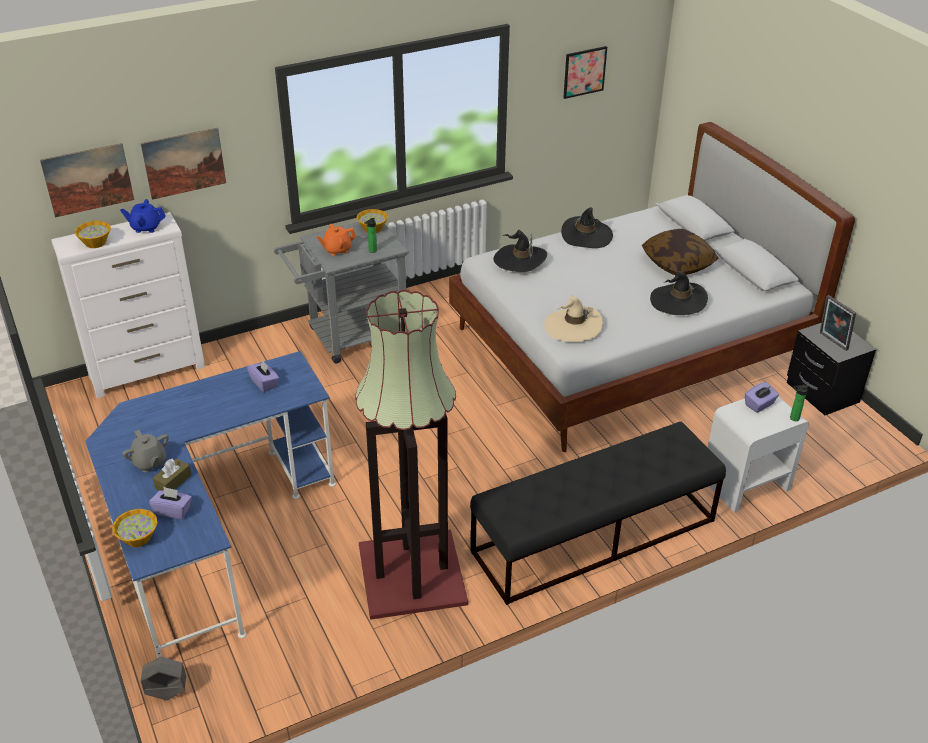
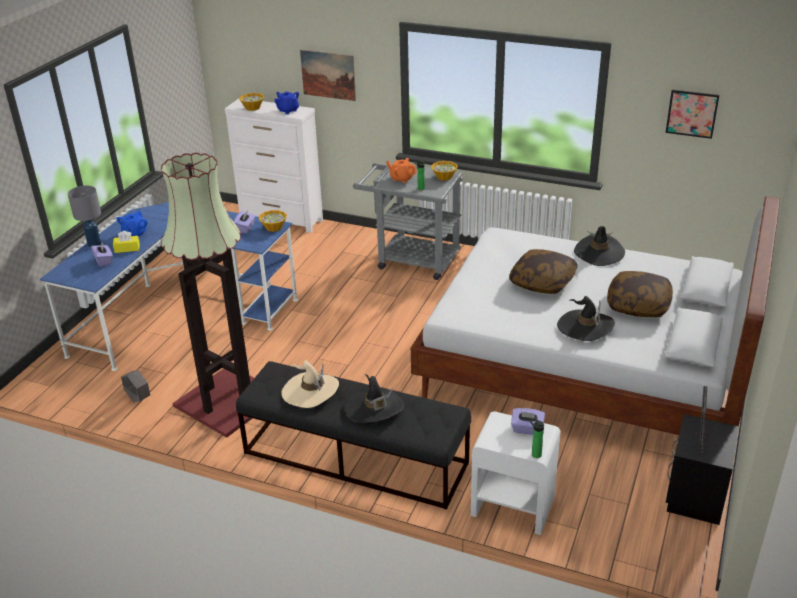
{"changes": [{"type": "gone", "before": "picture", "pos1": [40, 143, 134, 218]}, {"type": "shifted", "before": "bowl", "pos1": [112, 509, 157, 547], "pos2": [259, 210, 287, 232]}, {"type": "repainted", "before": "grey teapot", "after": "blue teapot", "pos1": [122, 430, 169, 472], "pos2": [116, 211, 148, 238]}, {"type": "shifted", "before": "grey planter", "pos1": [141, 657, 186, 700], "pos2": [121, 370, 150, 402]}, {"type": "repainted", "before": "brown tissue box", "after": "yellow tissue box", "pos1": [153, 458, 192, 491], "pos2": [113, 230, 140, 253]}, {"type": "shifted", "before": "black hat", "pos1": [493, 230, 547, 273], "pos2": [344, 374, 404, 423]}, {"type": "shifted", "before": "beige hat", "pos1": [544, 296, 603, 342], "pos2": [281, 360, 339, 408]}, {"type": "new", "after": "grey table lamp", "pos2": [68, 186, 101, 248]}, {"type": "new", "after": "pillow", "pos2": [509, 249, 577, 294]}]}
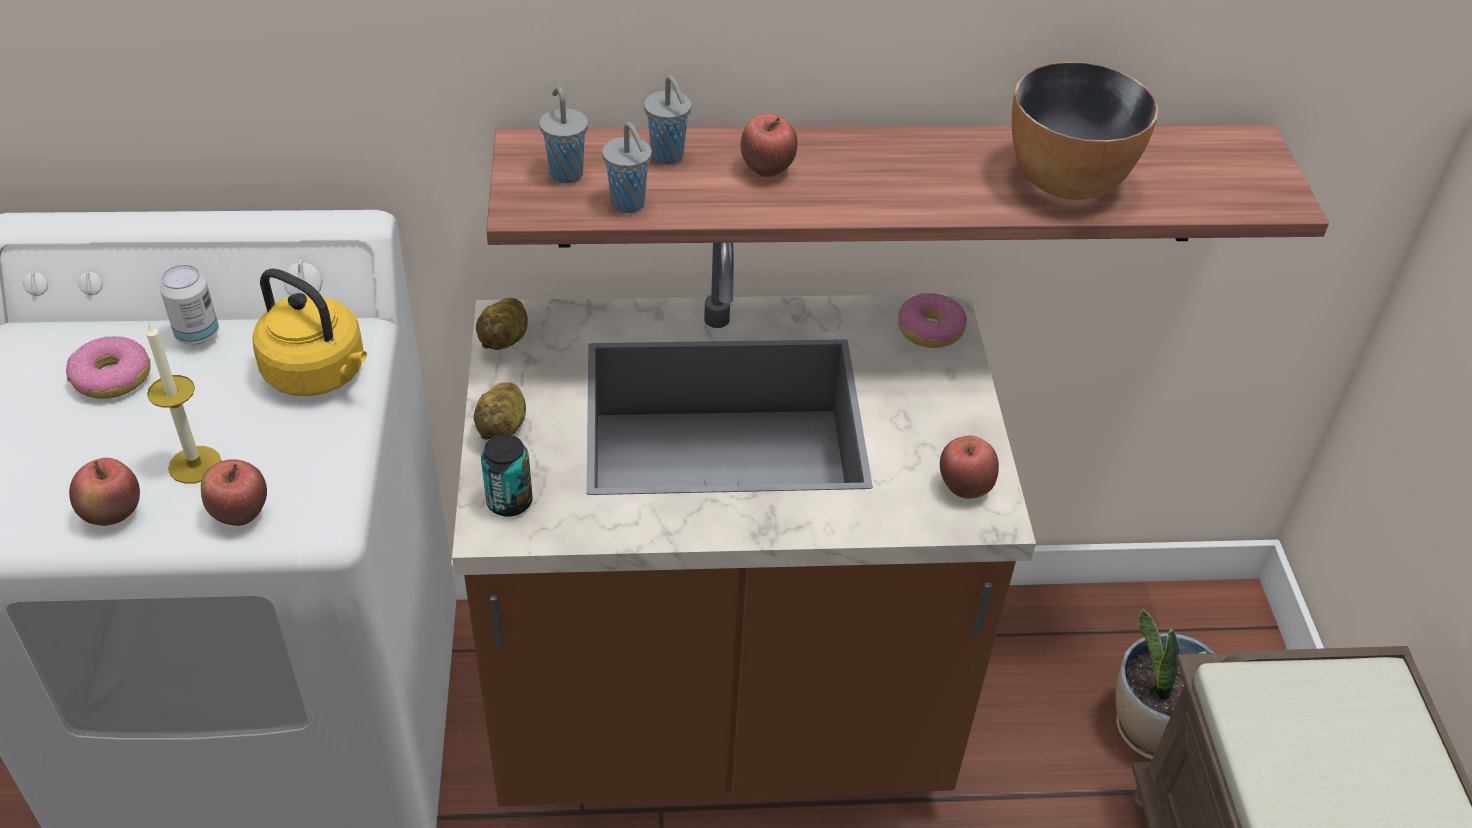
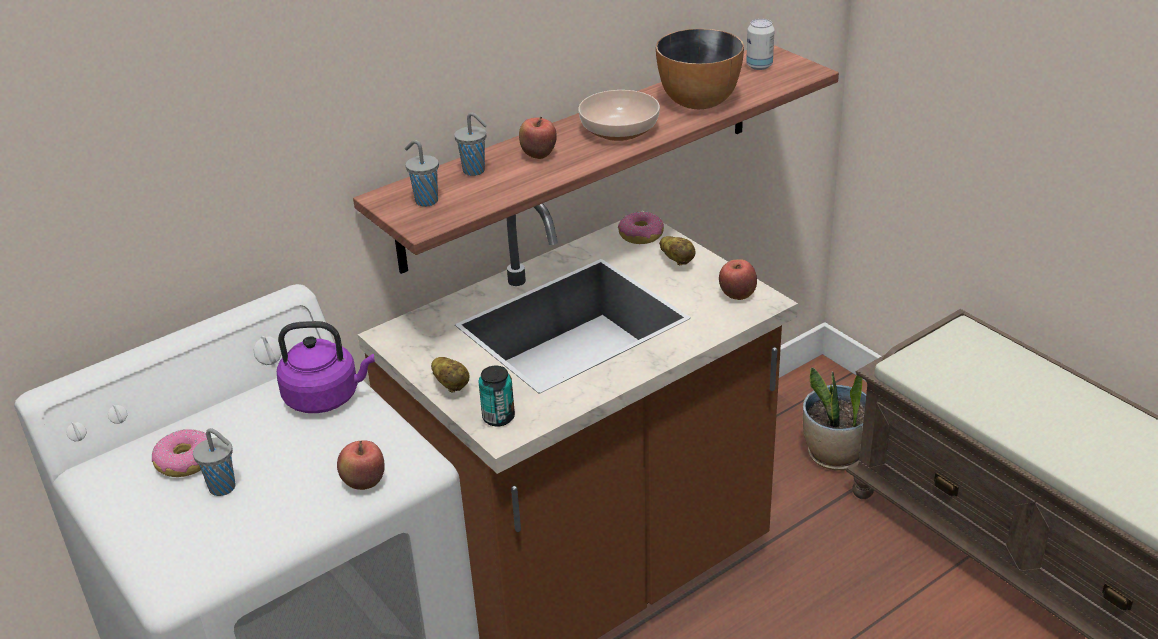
{"changes": [{"type": "gone", "before": "apple", "pos1": [69, 458, 140, 526]}, {"type": "gone", "before": "candle", "pos1": [146, 321, 221, 484]}, {"type": "shifted", "before": "can", "pos1": [160, 265, 219, 344], "pos2": [746, 19, 775, 70]}, {"type": "repainted", "before": "yellow kettle", "after": "purple kettle", "pos1": [252, 268, 367, 396], "pos2": [277, 321, 375, 413]}, {"type": "shifted", "before": "potato", "pos1": [476, 298, 528, 350], "pos2": [659, 236, 695, 265]}, {"type": "shifted", "before": "grey cup", "pos1": [602, 122, 652, 213], "pos2": [193, 428, 236, 496]}, {"type": "new", "after": "bowl", "pos2": [578, 90, 660, 141]}]}
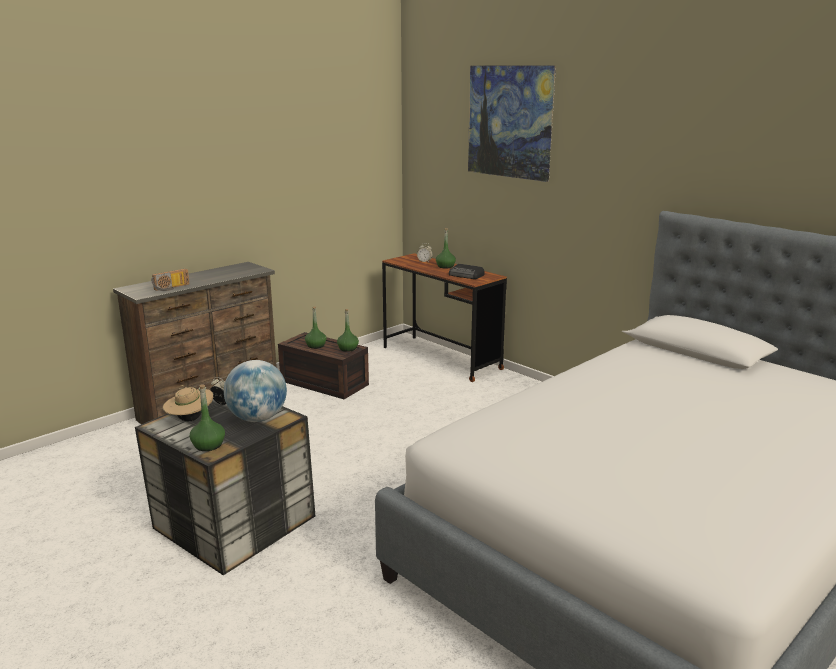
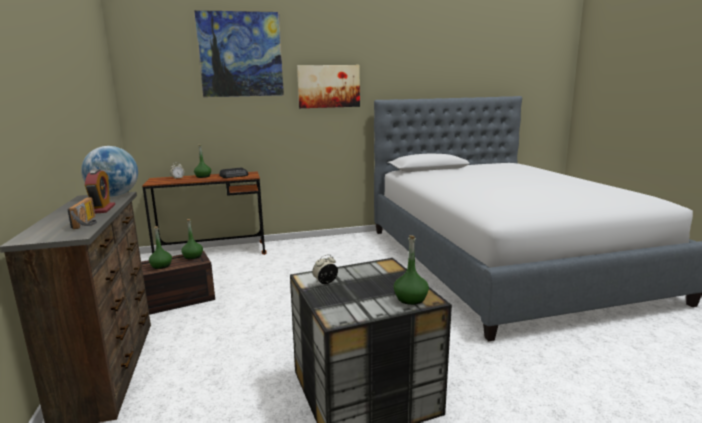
{"changes": [{"type": "gone", "before": "beige hat", "pos1": [163, 385, 213, 422]}, {"type": "shifted", "before": "globe", "pos1": [224, 360, 287, 422], "pos2": [81, 146, 138, 197]}, {"type": "new", "after": "alarm clock", "pos2": [85, 169, 115, 214]}, {"type": "new", "after": "picture", "pos2": [297, 65, 360, 108]}]}
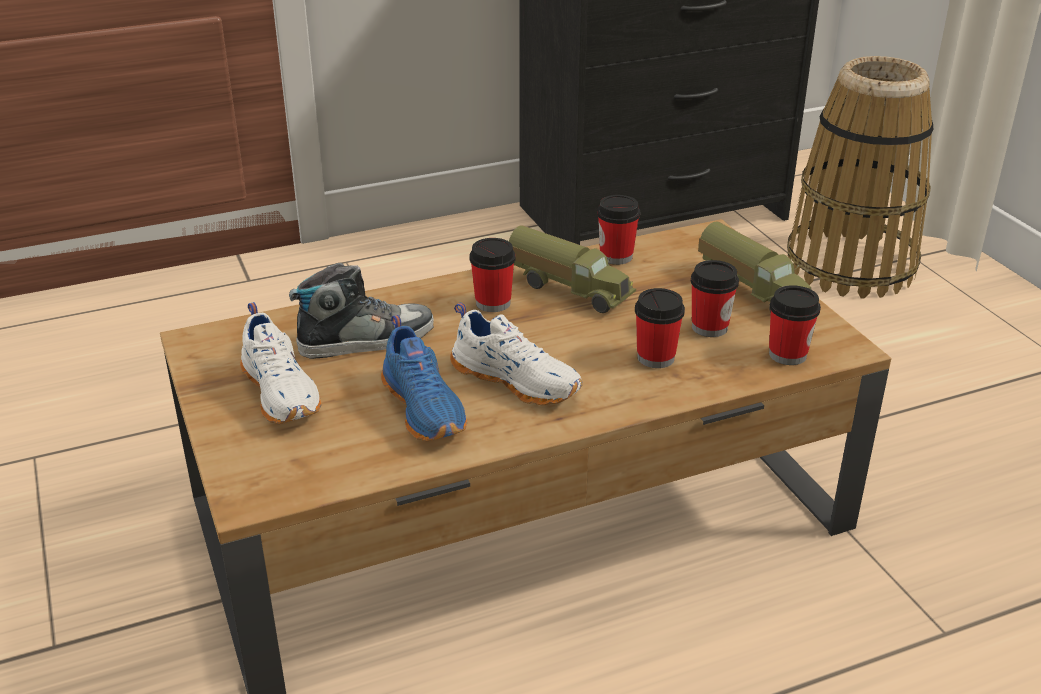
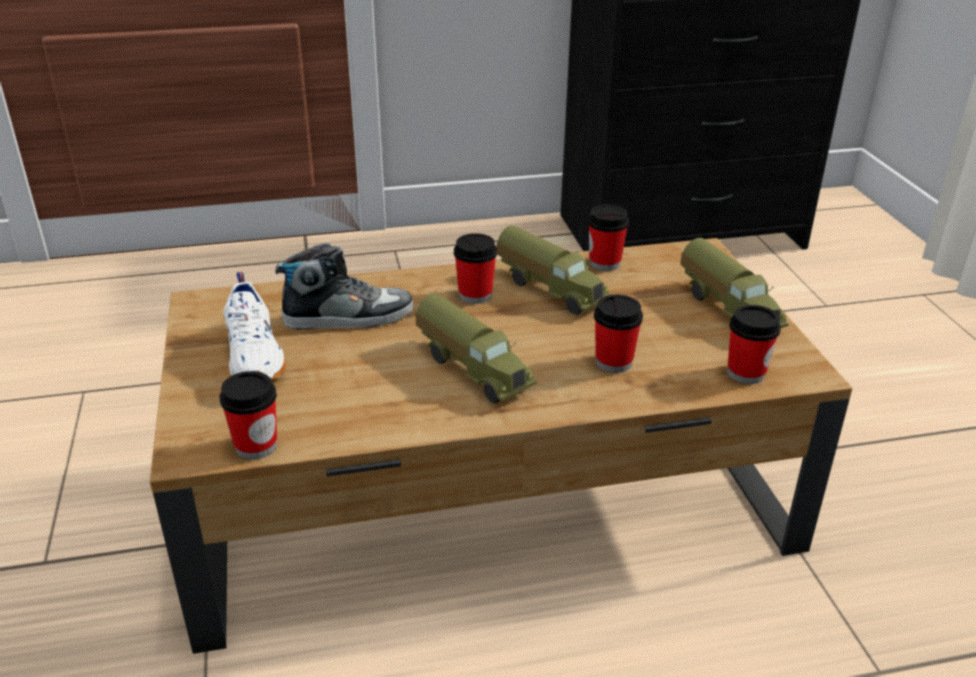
{"changes": [{"type": "gone", "before": "blue shoe", "pos1": [381, 315, 467, 441]}, {"type": "swapped", "before": "white shoe", "after": "toy truck", "pos1": [450, 303, 583, 406], "pos2": [415, 293, 537, 403]}, {"type": "shifted", "before": "cup", "pos1": [691, 260, 739, 337], "pos2": [219, 371, 277, 460]}, {"type": "gone", "before": "basket", "pos1": [787, 56, 934, 298]}]}
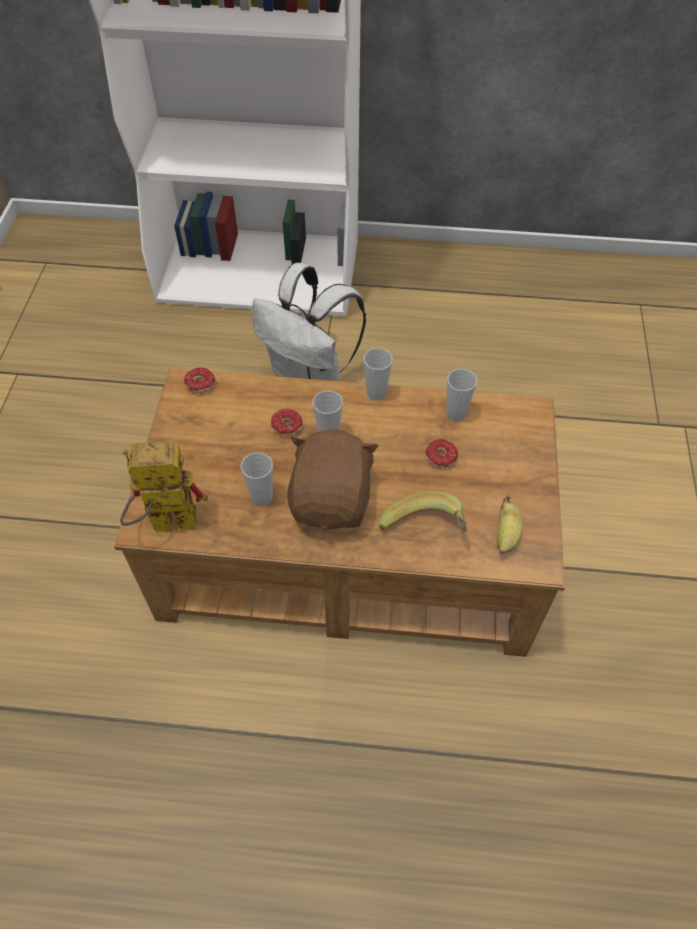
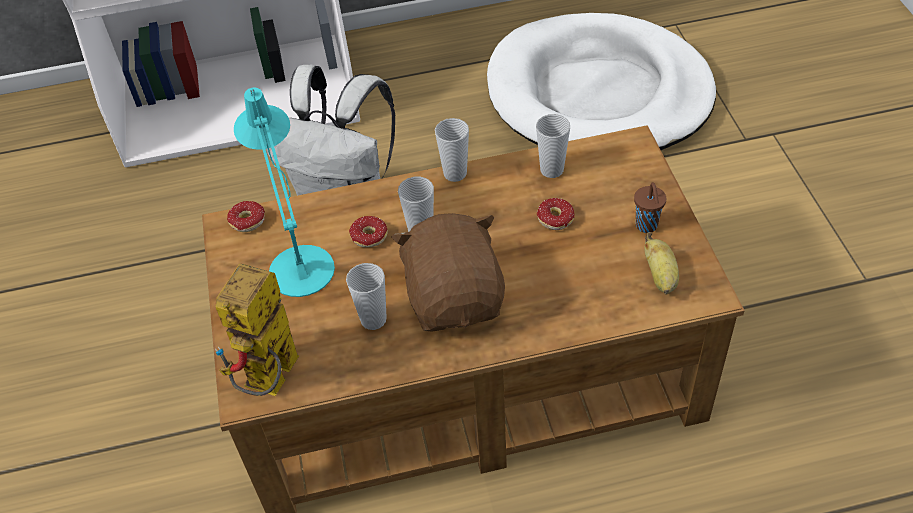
{"changes": [{"type": "rotated", "before": "toy robot", "pos1": [120, 440, 208, 532], "pos2": [215, 264, 299, 396], "turn": -45}, {"type": "gone", "before": "banana", "pos1": [379, 491, 467, 533]}, {"type": "new", "after": "turquoise table lamp", "pos2": [234, 87, 335, 297]}, {"type": "new", "after": "white dog bed", "pos2": [487, 13, 716, 150]}, {"type": "new", "after": "brown cup", "pos2": [634, 182, 666, 233]}]}
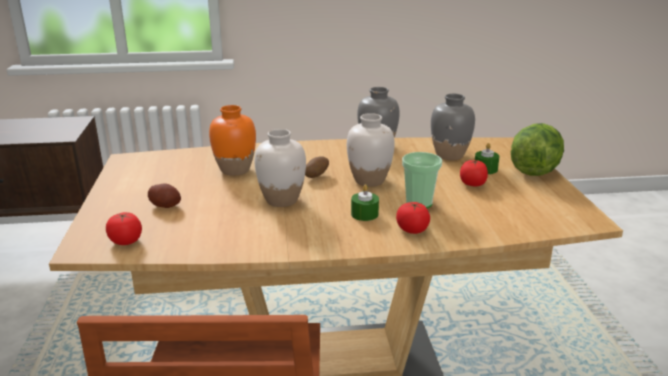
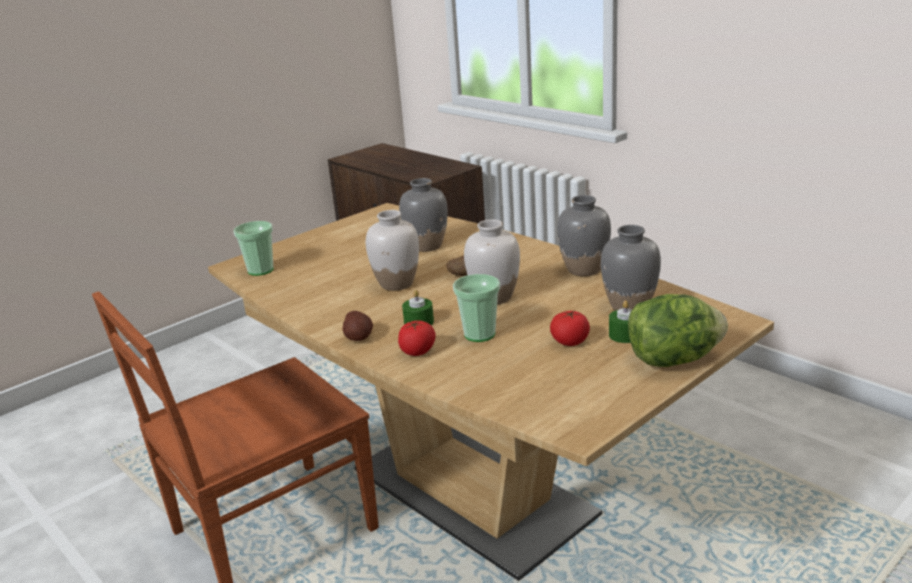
{"changes": [{"type": "swapped", "before": "tomato", "after": "cup", "pos1": [106, 212, 142, 245], "pos2": [233, 221, 274, 276]}, {"type": "shifted", "before": "potato", "pos1": [148, 183, 181, 208], "pos2": [343, 311, 373, 341]}, {"type": "repainted", "before": "orange vase", "after": "grey vase", "pos1": [209, 105, 256, 175], "pos2": [399, 178, 448, 252]}]}
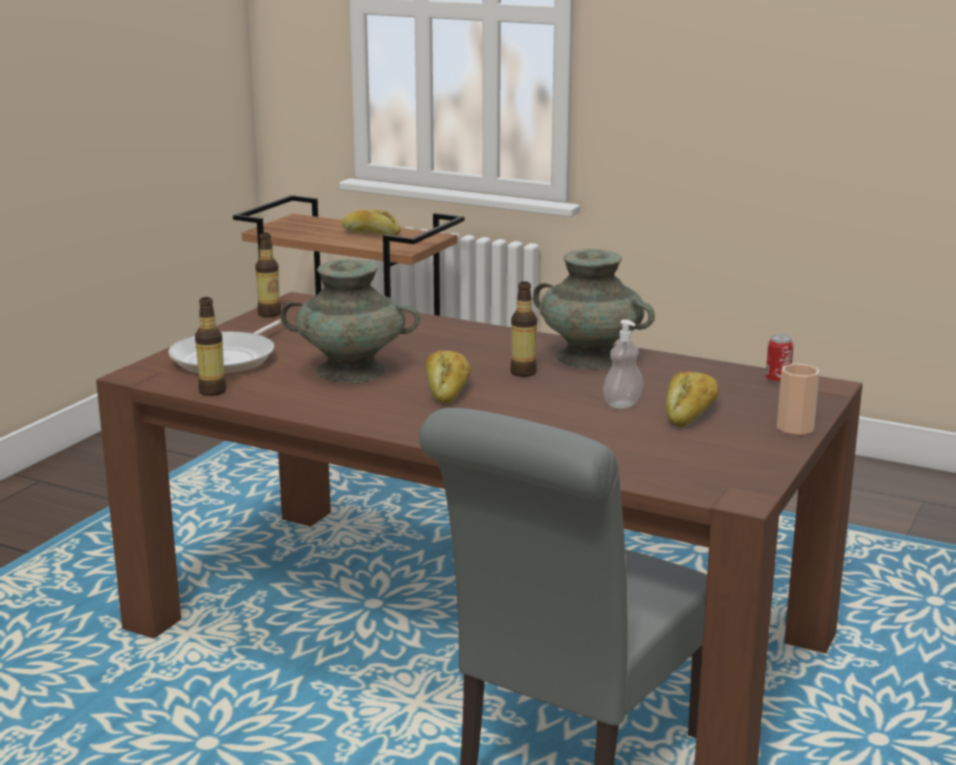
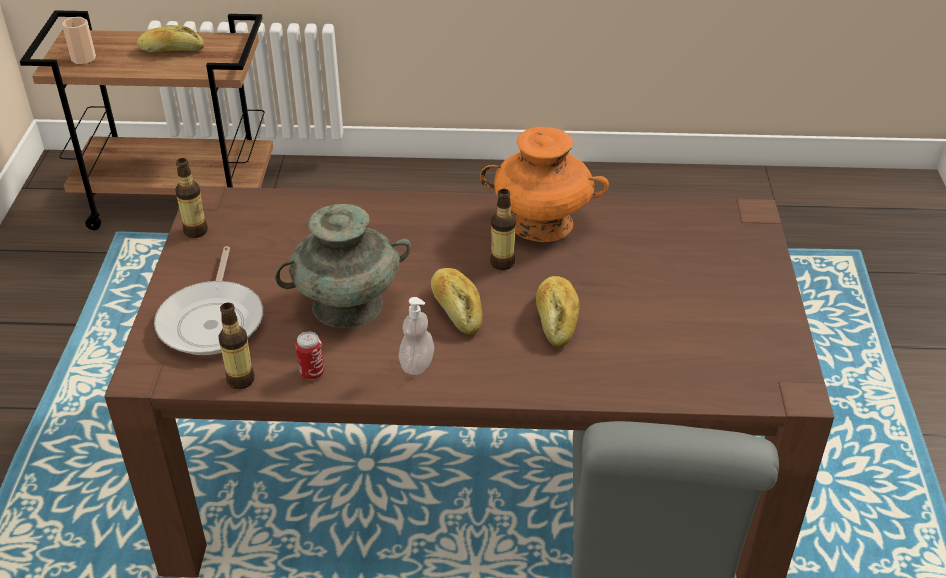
{"changes": [{"type": "repainted", "before": "turquoise vase", "after": "orange vase", "pos1": [533, 249, 655, 369], "pos2": [480, 127, 609, 242]}, {"type": "shifted", "before": "soap dispenser", "pos1": [603, 320, 643, 409], "pos2": [399, 297, 434, 375]}, {"type": "shifted", "before": "bread", "pos1": [666, 371, 719, 427], "pos2": [536, 276, 580, 347]}, {"type": "shifted", "before": "can", "pos1": [766, 334, 794, 384], "pos2": [295, 332, 325, 380]}, {"type": "shifted", "before": "cup", "pos1": [777, 363, 819, 435], "pos2": [62, 17, 96, 64]}]}
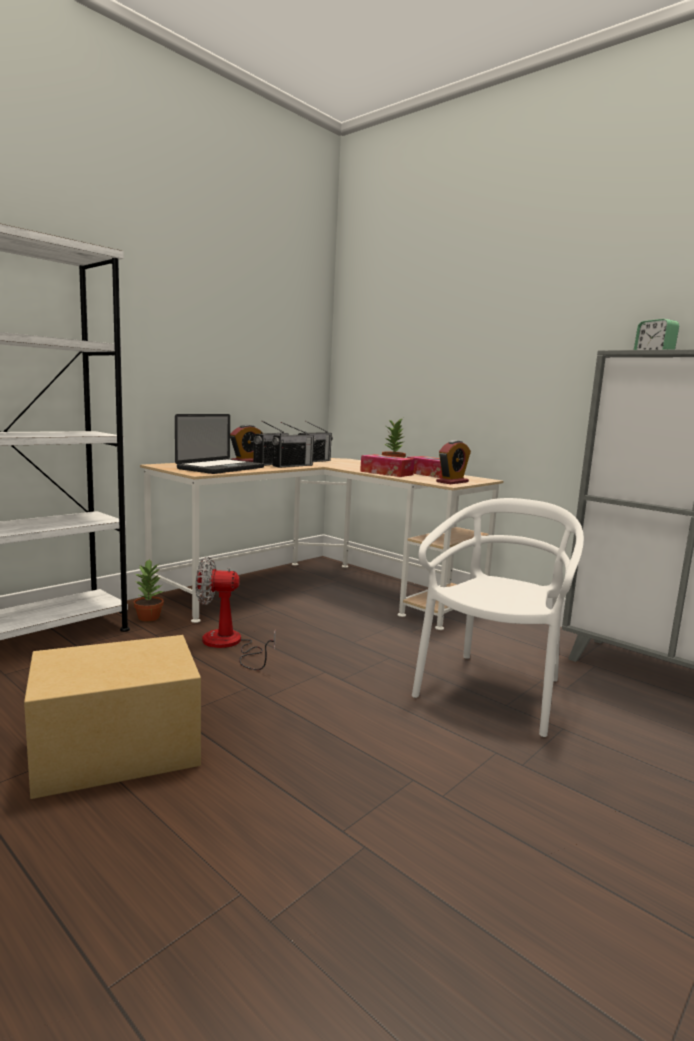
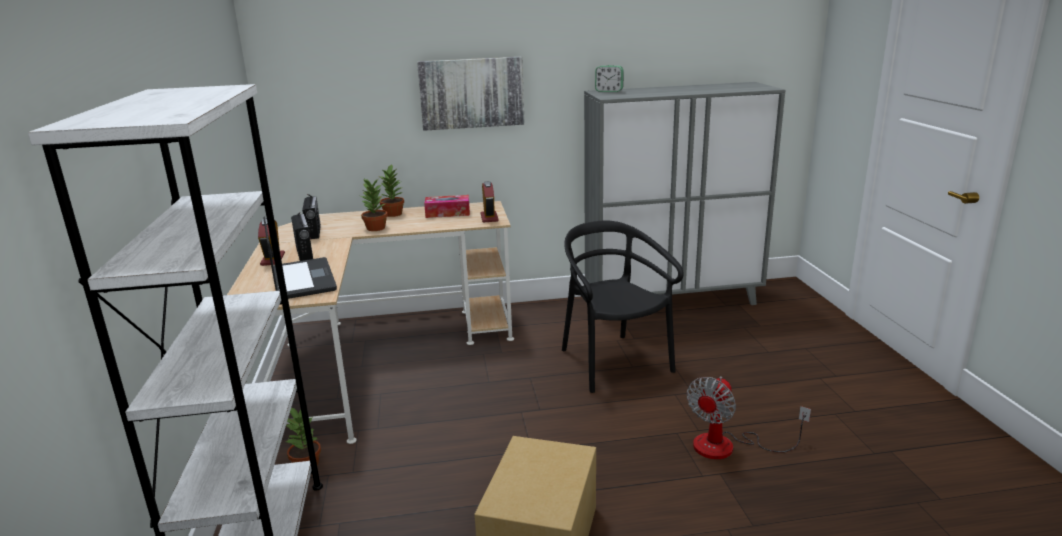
{"changes": [{"type": "shifted", "before": "fan", "pos1": [195, 557, 276, 670], "pos2": [687, 376, 811, 459]}, {"type": "gone", "before": "radio", "pos1": [272, 422, 316, 468]}, {"type": "gone", "before": "tissue box", "pos1": [360, 454, 415, 477]}, {"type": "repainted", "before": "white chair", "after": "black chair", "pos1": [412, 498, 584, 737], "pos2": [562, 220, 684, 393]}, {"type": "new", "after": "potted plant", "pos2": [361, 179, 388, 231]}, {"type": "new", "after": "picture", "pos2": [417, 57, 525, 131]}]}
